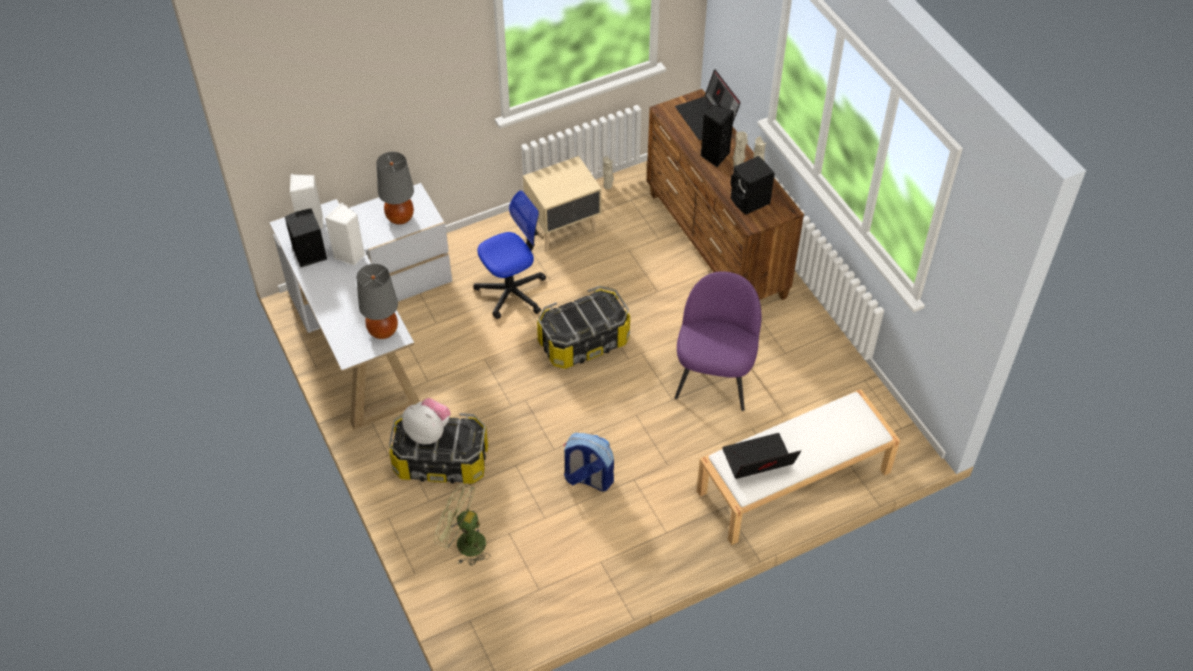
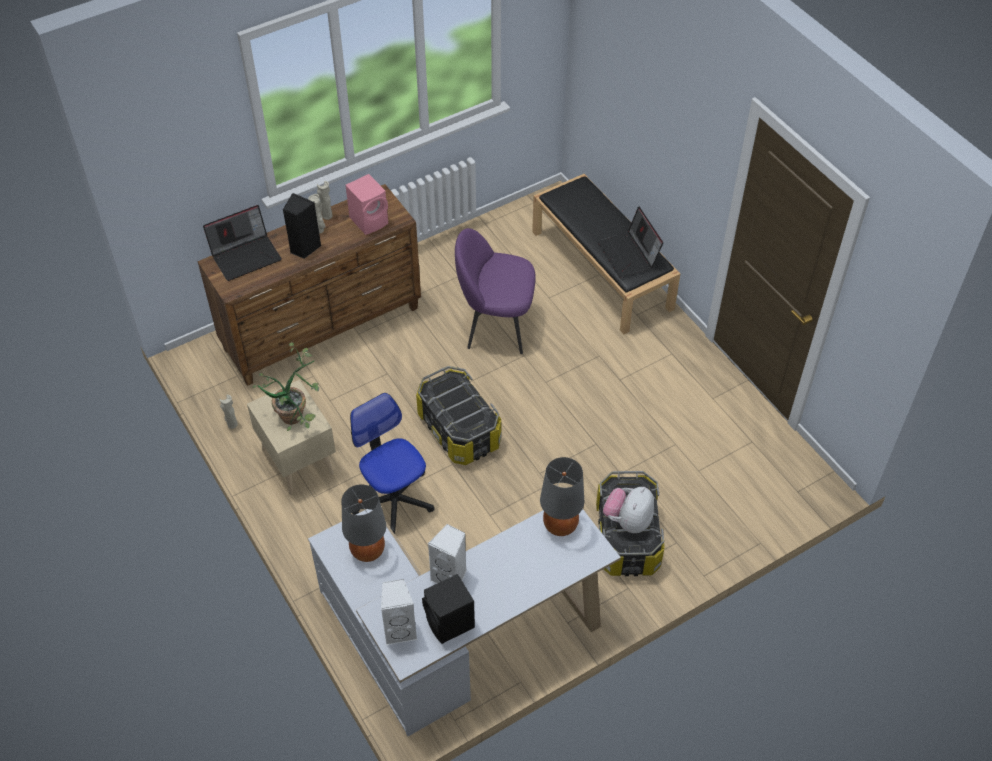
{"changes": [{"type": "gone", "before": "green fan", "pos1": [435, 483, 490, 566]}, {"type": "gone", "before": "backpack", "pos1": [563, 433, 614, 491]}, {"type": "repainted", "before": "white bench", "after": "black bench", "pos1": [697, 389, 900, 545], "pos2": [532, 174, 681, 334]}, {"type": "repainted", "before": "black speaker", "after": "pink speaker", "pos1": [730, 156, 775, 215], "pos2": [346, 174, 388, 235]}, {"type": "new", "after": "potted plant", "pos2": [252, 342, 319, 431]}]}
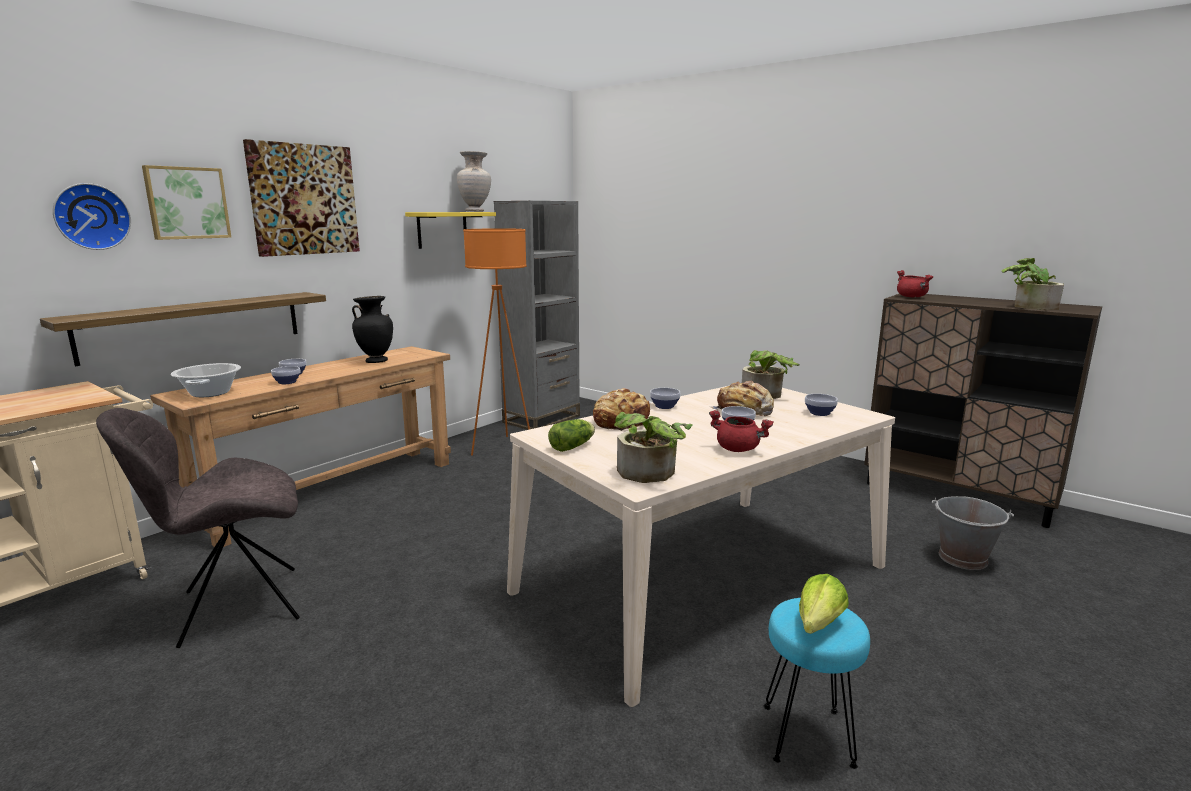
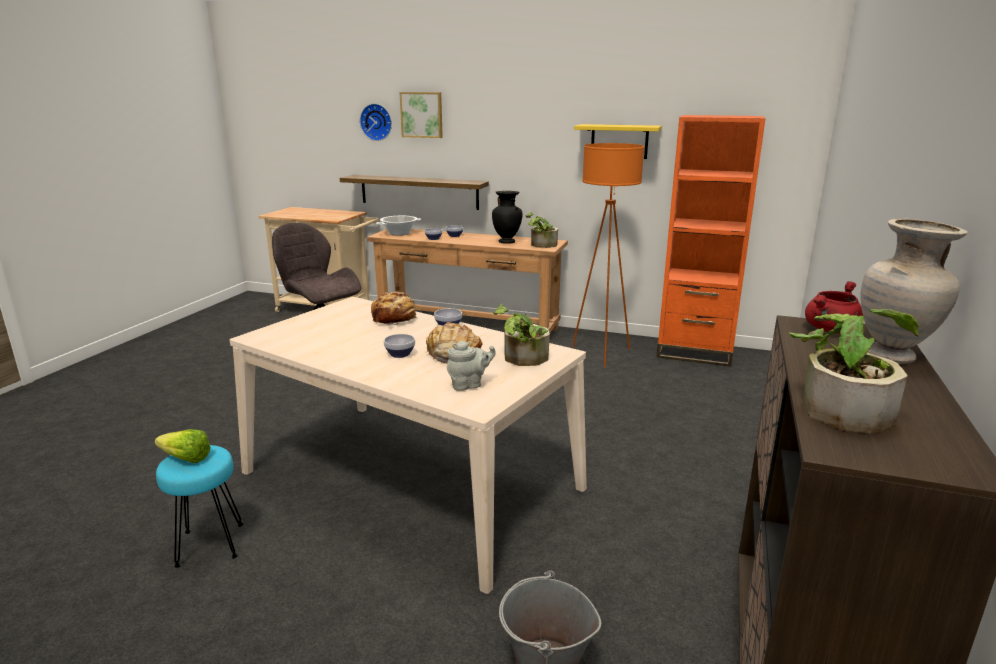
{"changes": [{"type": "gone", "before": "picture", "pos1": [243, 139, 360, 257]}, {"type": "shifted", "before": "beige vase", "pos1": [457, 151, 491, 212], "pos2": [860, 219, 968, 363]}, {"type": "repainted", "before": "grey bookcase", "after": "orange bookcase", "pos1": [494, 201, 580, 430], "pos2": [656, 115, 766, 367]}, {"type": "gone", "before": "lettuce", "pos1": [548, 419, 595, 452]}, {"type": "shifted", "before": "potted plant", "pos1": [614, 412, 693, 483], "pos2": [526, 212, 558, 248]}, {"type": "gone", "before": "red cooking pot", "pos1": [709, 410, 774, 452]}, {"type": "swapped", "before": "bowl", "after": "grey teapot", "pos1": [805, 394, 838, 416], "pos2": [447, 341, 496, 391]}]}
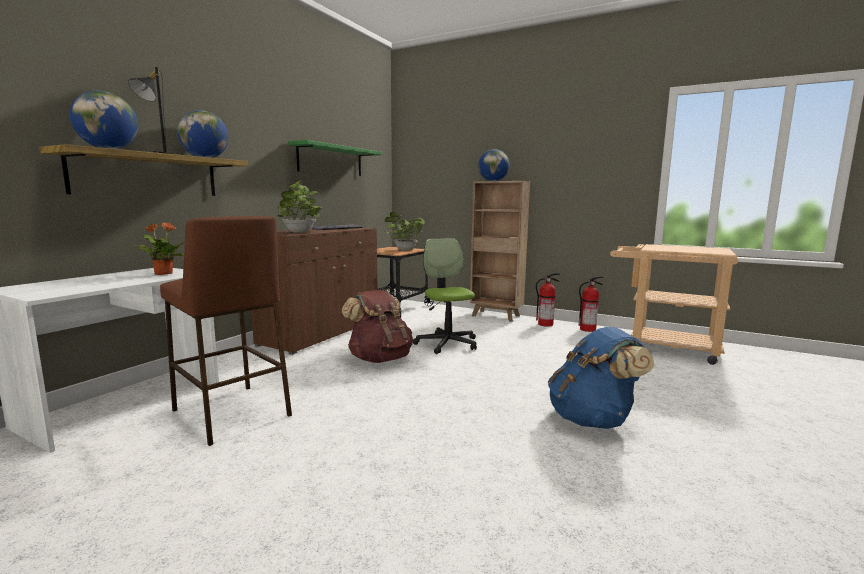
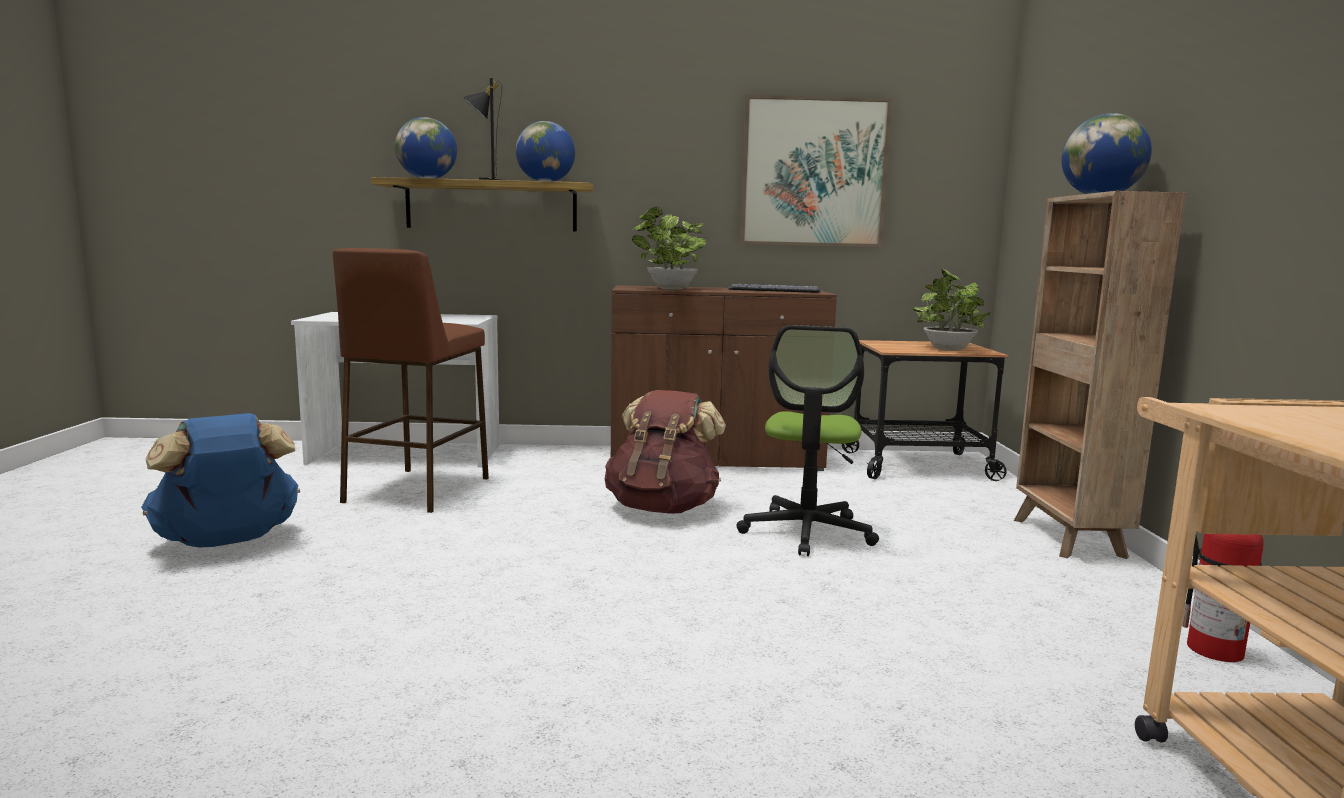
{"changes": [{"type": "gone", "before": "potted plant", "pos1": [135, 222, 185, 275]}, {"type": "swapped", "before": "green shelf", "after": "picture", "pos1": [288, 140, 382, 176], "pos2": [740, 95, 892, 247]}, {"type": "rotated", "before": "office chair", "pos1": [413, 238, 477, 354], "pos2": [736, 325, 879, 556], "turn": 150}, {"type": "gone", "before": "fire extinguisher", "pos1": [536, 273, 561, 327]}, {"type": "shifted", "before": "blue backpack", "pos1": [548, 327, 655, 429], "pos2": [141, 413, 300, 547]}]}
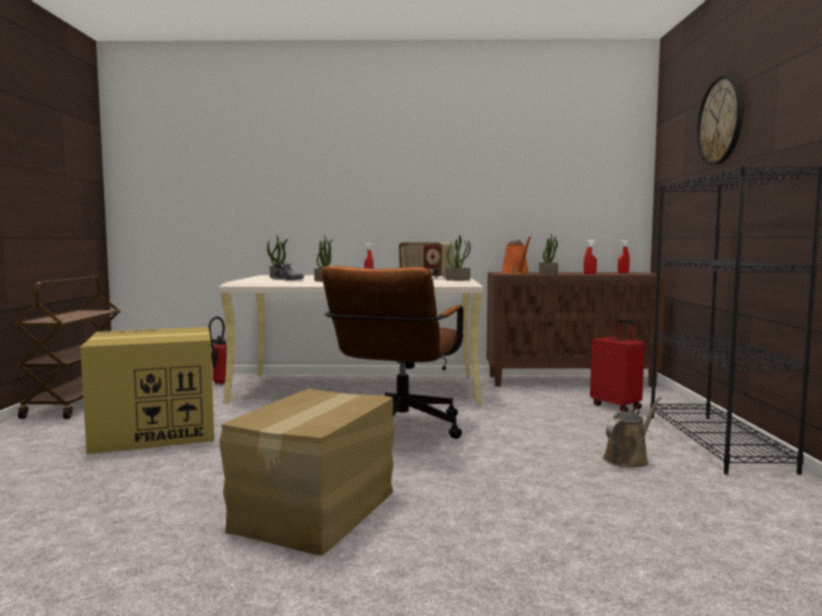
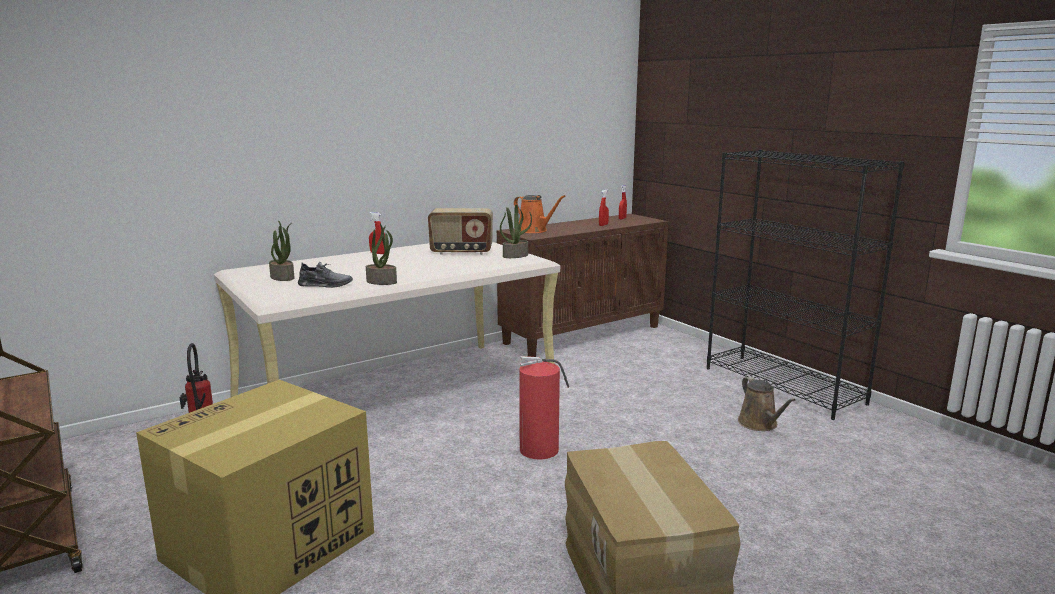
{"changes": [{"type": "swapped", "before": "brown office chair", "after": "fire extinguisher", "pos1": [321, 266, 464, 439], "pos2": [519, 356, 569, 460]}, {"type": "gone", "before": "potted plant", "pos1": [539, 232, 558, 274]}, {"type": "gone", "before": "red suitcase", "pos1": [590, 319, 645, 412]}, {"type": "rotated", "before": "brown watering can", "pos1": [603, 397, 662, 467], "pos2": [738, 377, 796, 431], "turn": 150}, {"type": "gone", "before": "wall clock", "pos1": [697, 76, 744, 165]}]}
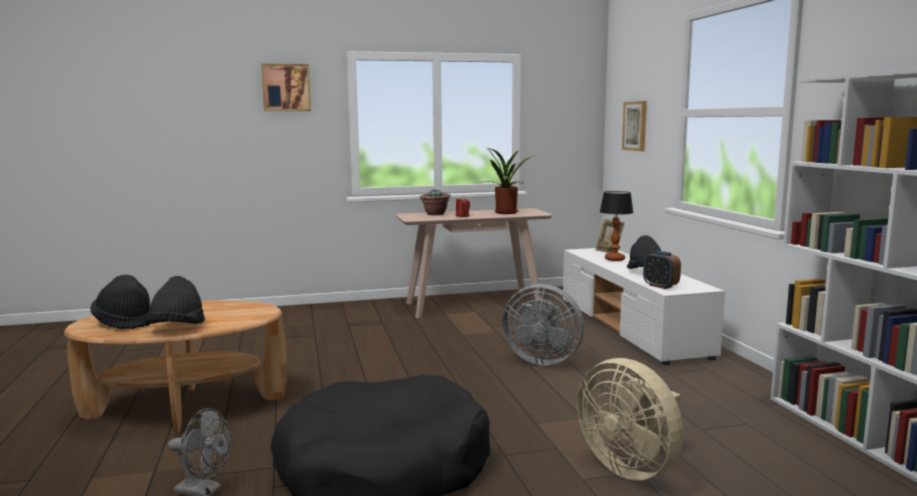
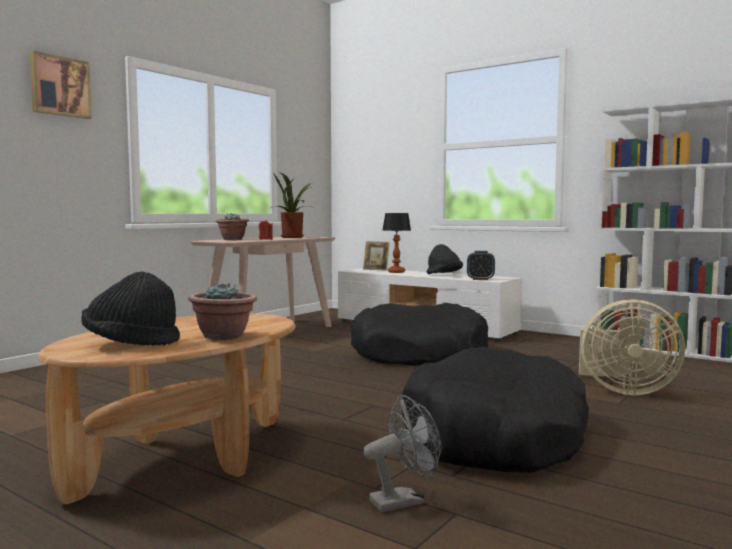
{"changes": [{"type": "swapped", "before": "black hat", "after": "potted plant", "pos1": [144, 276, 205, 324], "pos2": [188, 283, 257, 340]}, {"type": "swapped", "before": "grey fan", "after": "black dog bed", "pos1": [502, 284, 584, 365], "pos2": [351, 303, 488, 366]}, {"type": "gone", "before": "picture", "pos1": [622, 101, 647, 151]}]}
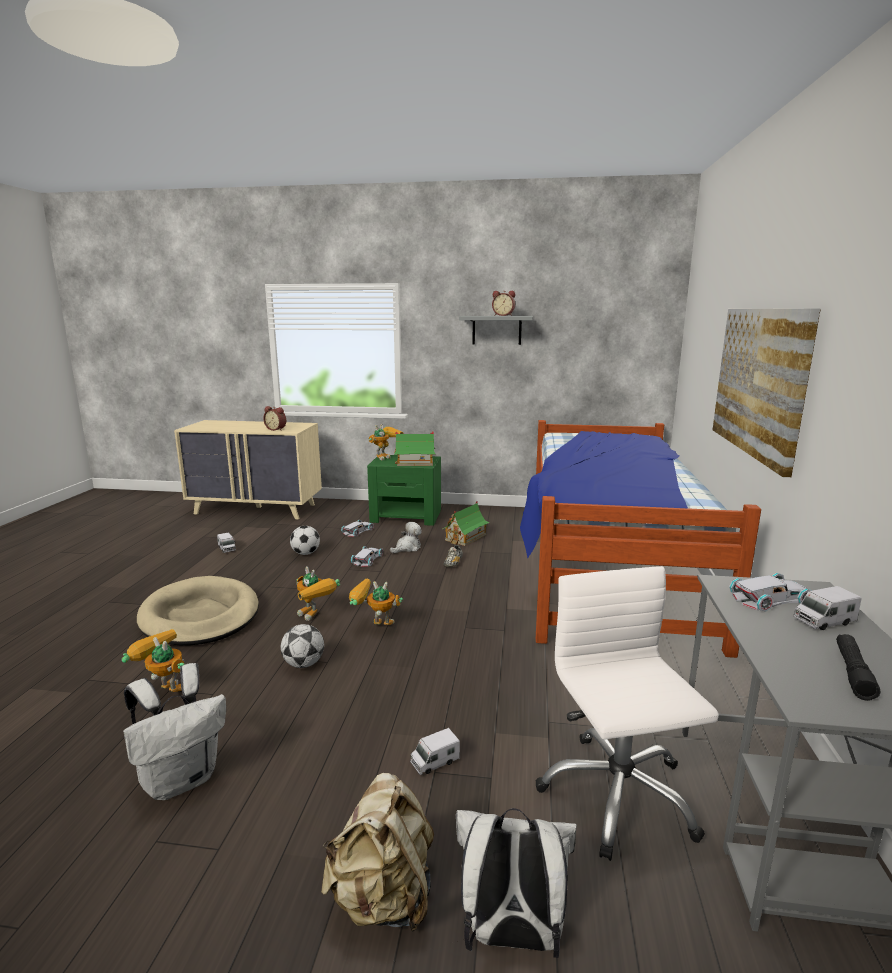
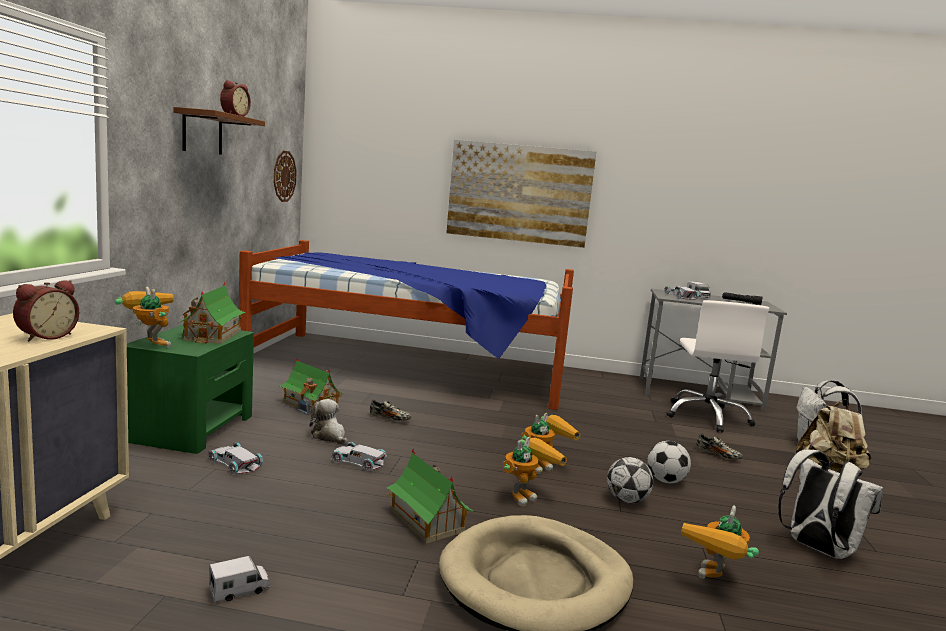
{"changes": [{"type": "shifted", "before": "football", "pos1": [290, 526, 320, 555], "pos2": [647, 441, 691, 483]}, {"type": "rotated", "before": "toy robot", "pos1": [349, 579, 403, 625], "pos2": [521, 413, 580, 474], "turn": -135}, {"type": "swapped", "before": "toy truck", "after": "shoe", "pos1": [410, 728, 460, 775], "pos2": [696, 433, 743, 459]}, {"type": "repainted", "before": "grey shelf", "after": "brown shelf", "pos1": [459, 316, 533, 345], "pos2": [174, 107, 265, 155]}, {"type": "rotated", "before": "white office chair", "pos1": [536, 566, 719, 861], "pos2": [666, 300, 769, 433], "turn": -75}, {"type": "new", "after": "wall clock", "pos2": [274, 151, 297, 202]}, {"type": "new", "after": "toy house", "pos2": [385, 448, 474, 544]}]}
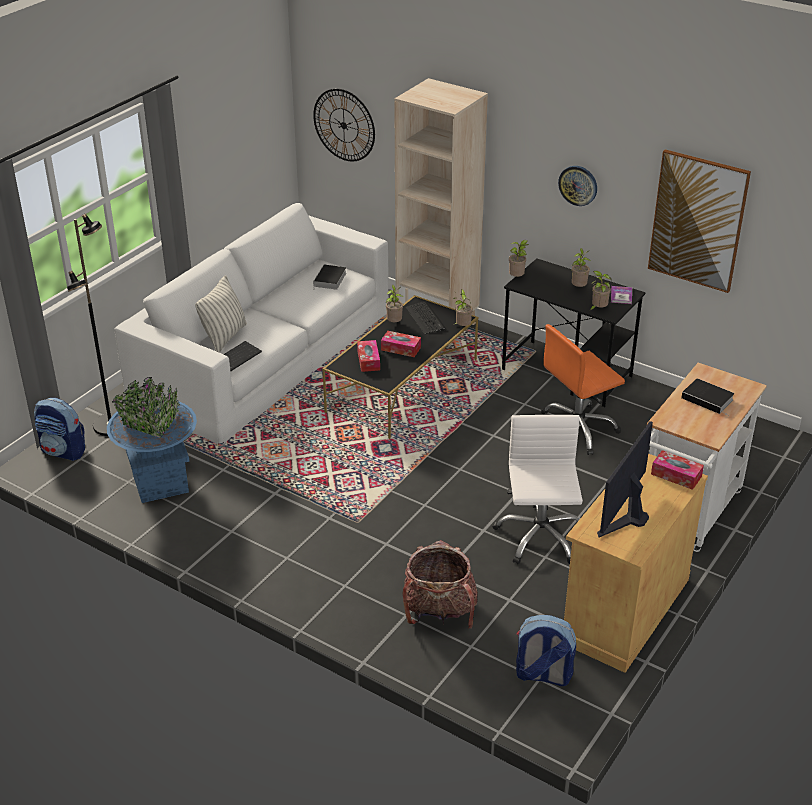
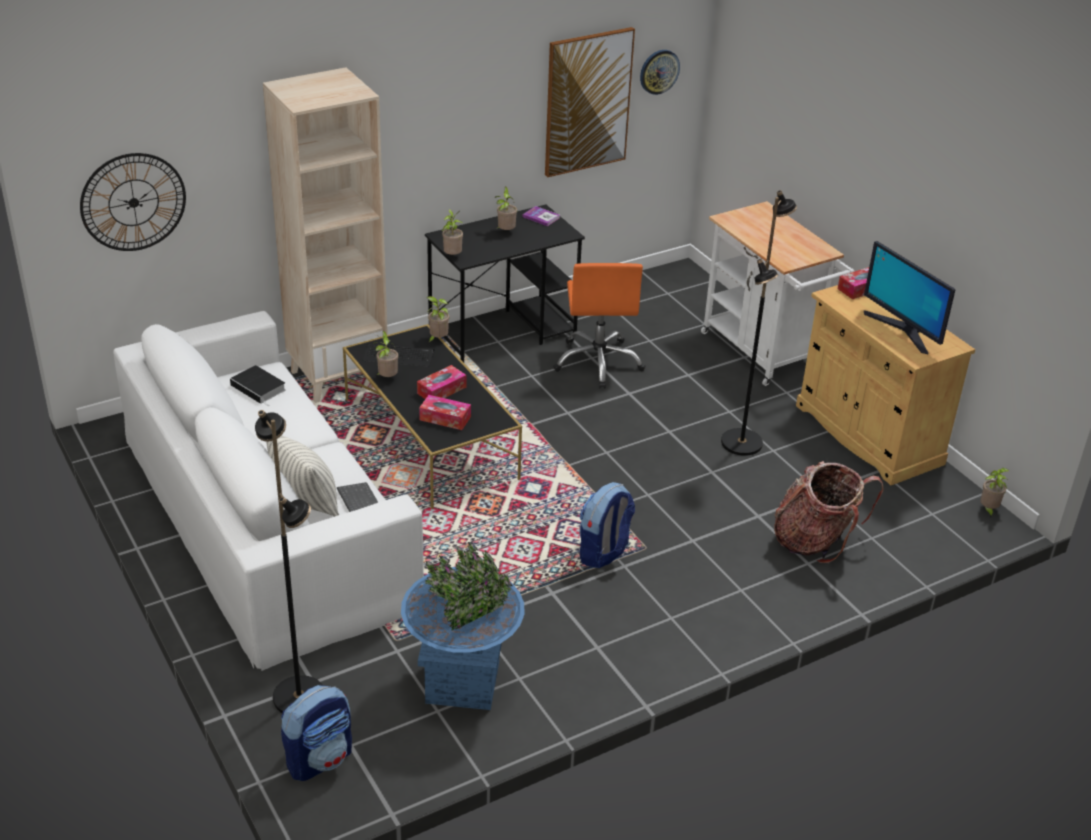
{"changes": [{"type": "swapped", "before": "white office chair", "after": "black floor lamp", "pos1": [493, 415, 583, 564], "pos2": [721, 190, 797, 456]}, {"type": "shifted", "before": "backpack", "pos1": [516, 615, 576, 686], "pos2": [579, 482, 635, 568]}, {"type": "shifted", "before": "wall clock", "pos1": [558, 166, 597, 206], "pos2": [640, 50, 680, 95]}, {"type": "shifted", "before": "potted plant", "pos1": [589, 271, 612, 311], "pos2": [981, 468, 1009, 518]}, {"type": "gone", "before": "book", "pos1": [681, 378, 735, 416]}]}
